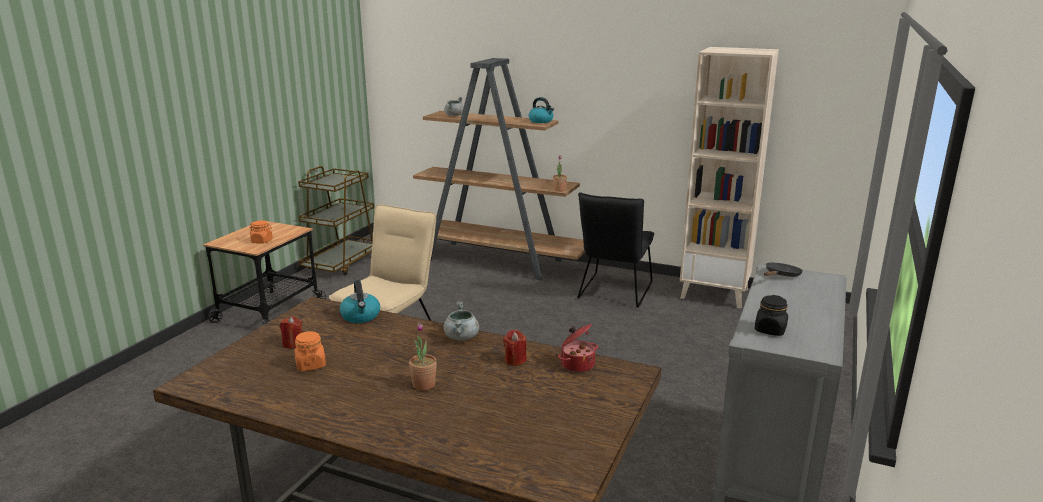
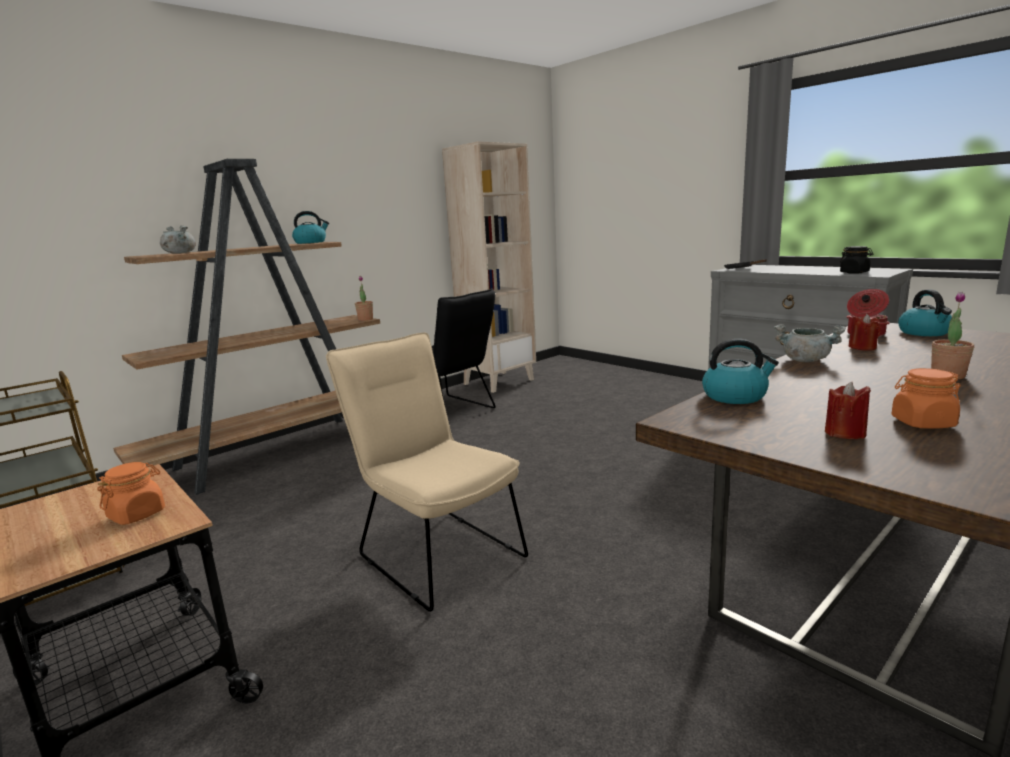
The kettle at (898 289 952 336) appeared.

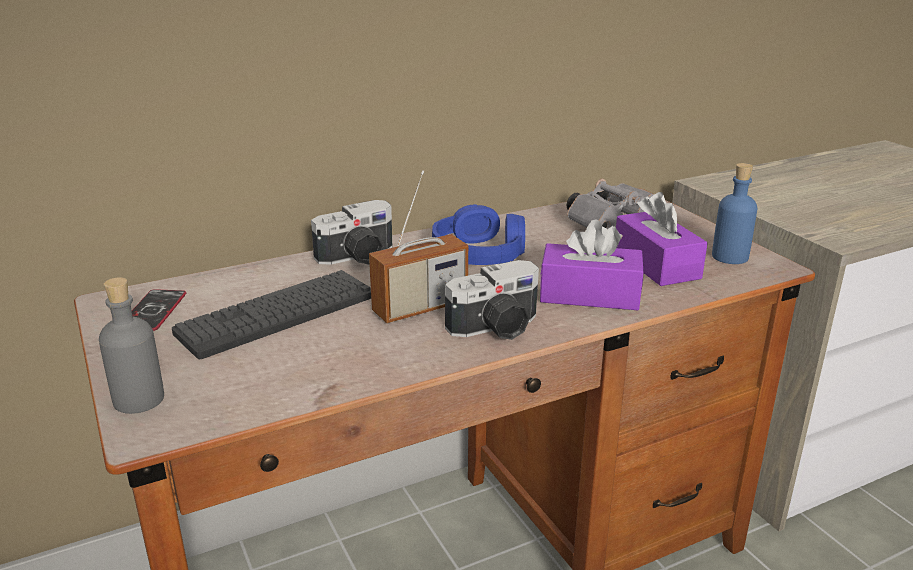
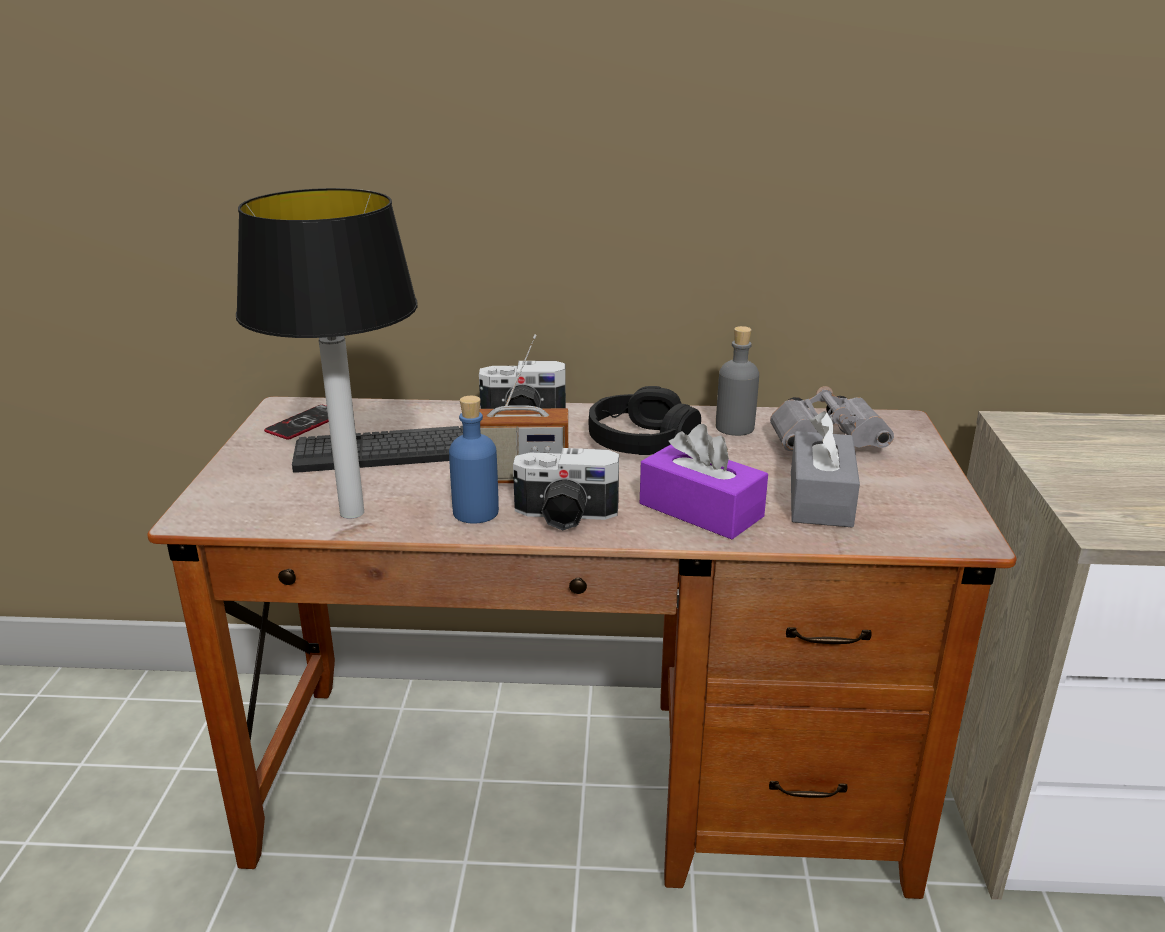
The table lamp at (236 188 418 519) appeared.
The bottle (grey) moved from (99 277 164 414) to (716 326 759 436).
The bottle (blue) moved from (712 163 757 264) to (449 396 499 524).
The headphones (blue) at (432 204 525 265) became the headphones (black) at (588 386 701 455).
The tissue box (purple) at (616 192 708 286) became the tissue box (grey) at (791 411 860 527).

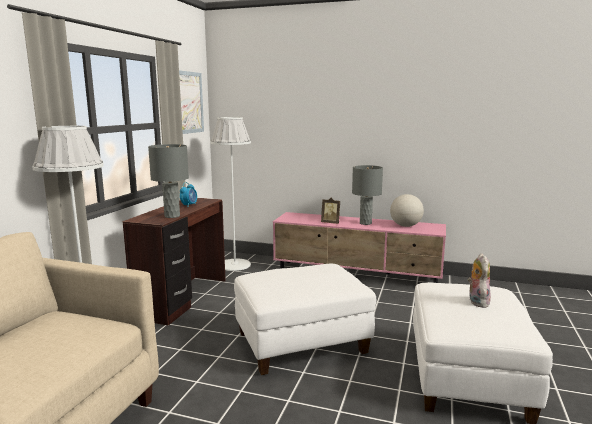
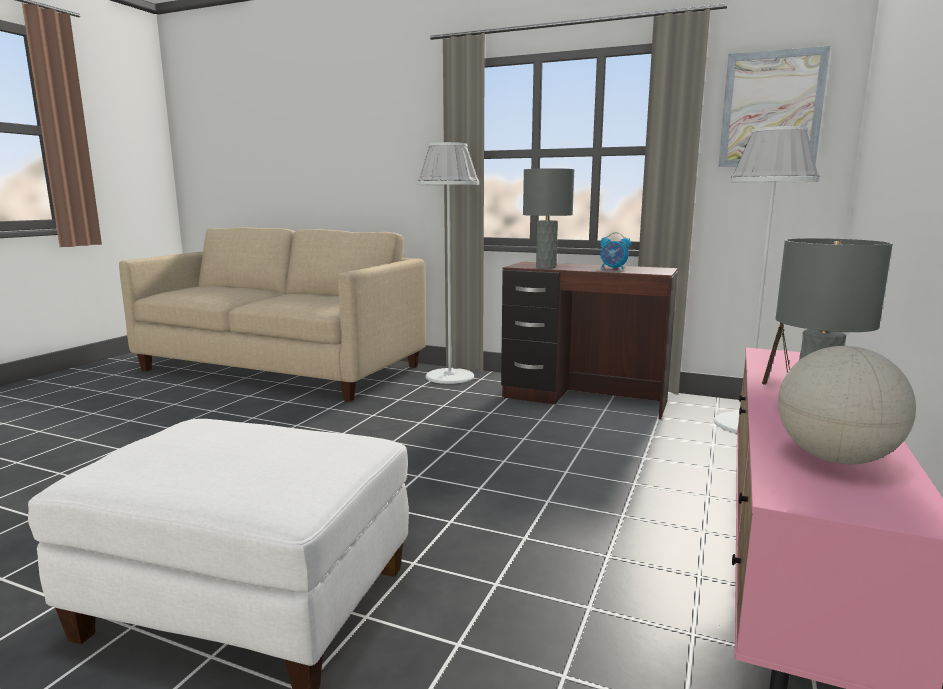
The ottoman (white) at (234 264 376 375) disappeared.
The plush toy at (467 253 491 308) disappeared.

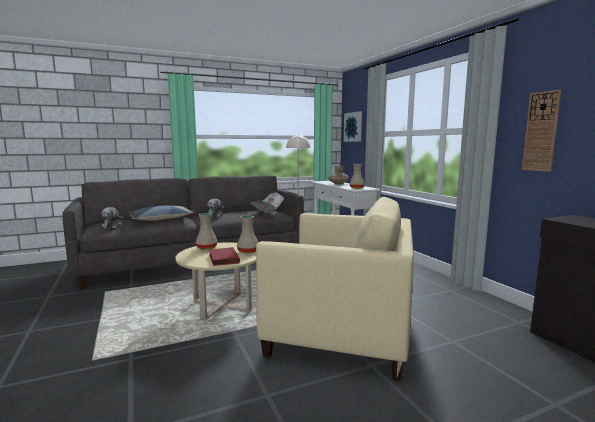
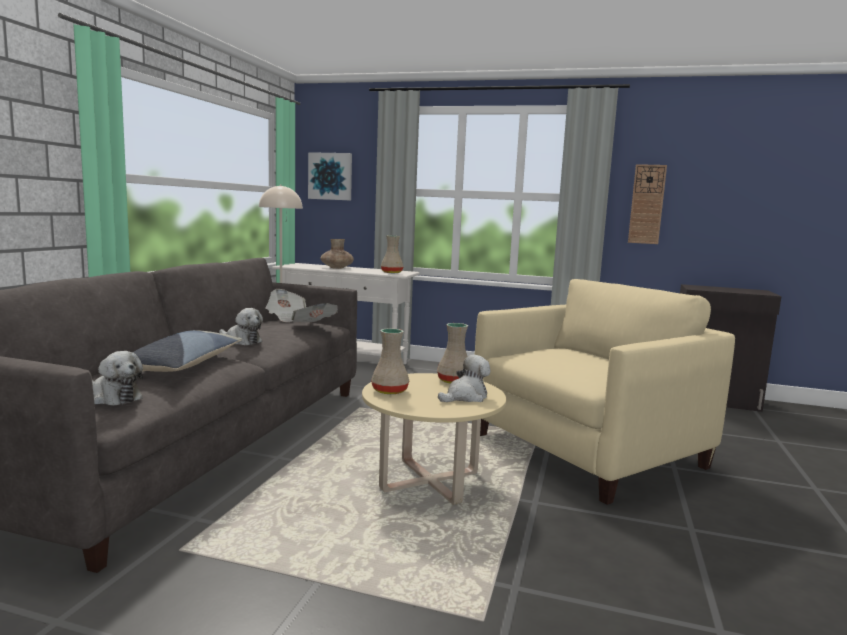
The book (red) at (209 247 240 266) was replaced by the plush toy at (438 355 491 402).

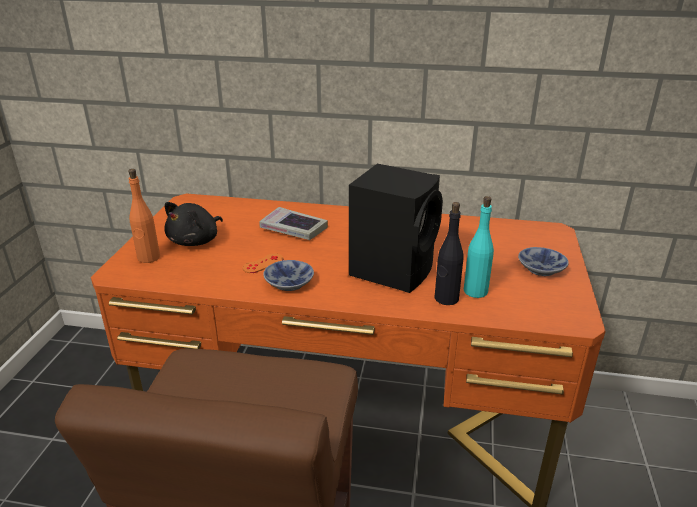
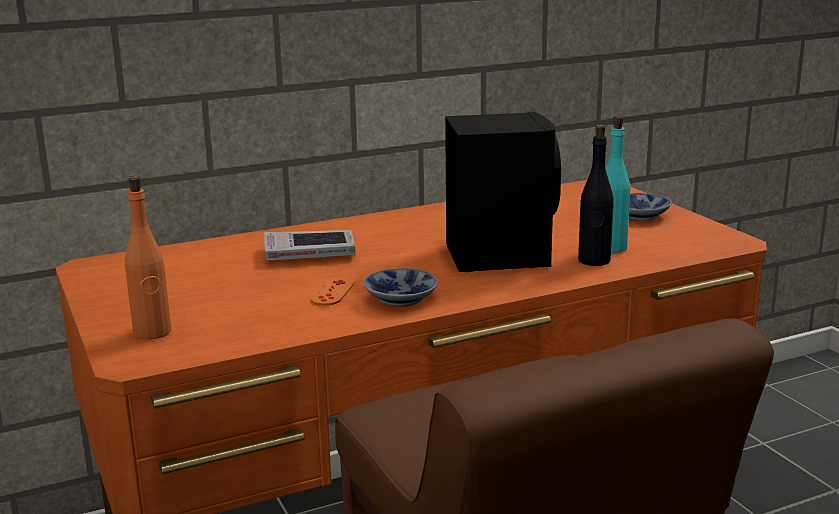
The plush toy (black) at (164 202 223 246) disappeared.

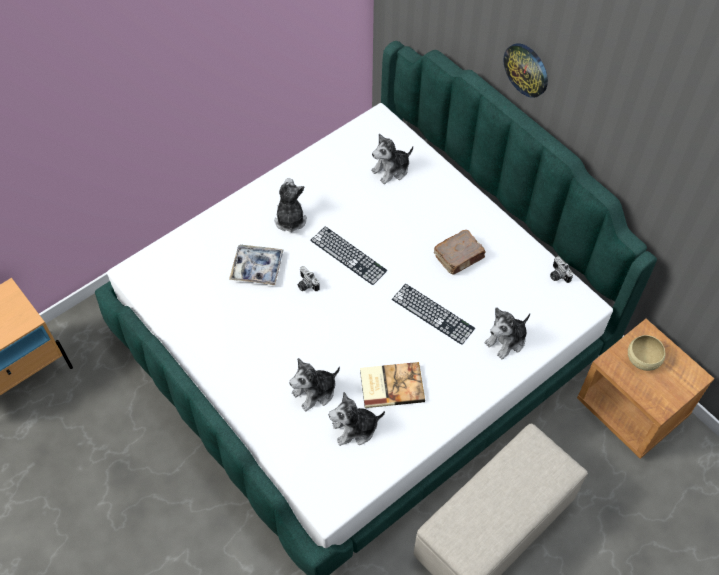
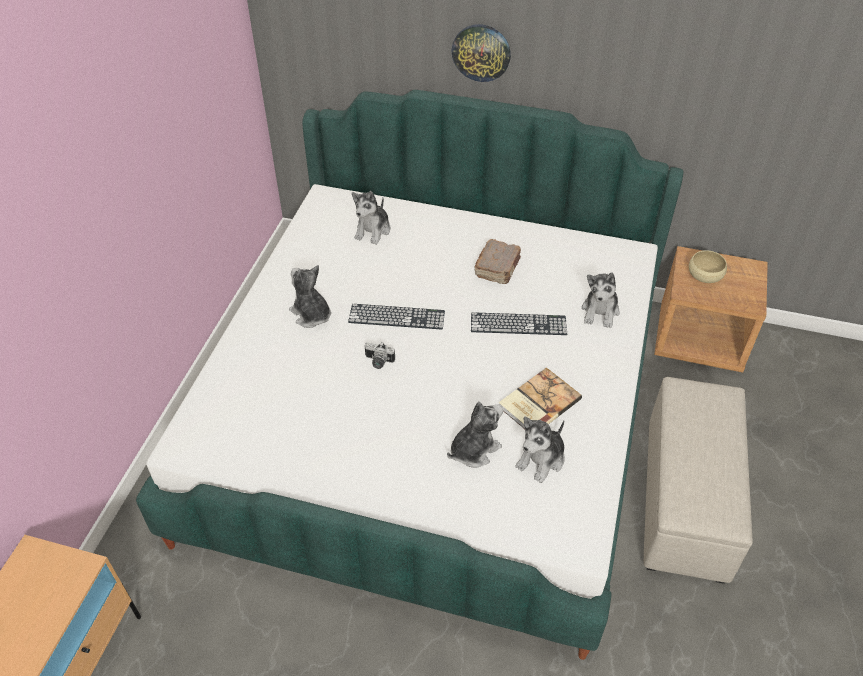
The tray at (229 245 283 286) disappeared.
The photo camera at (550 256 573 283) disappeared.
The plush toy at (289 358 340 411) turned 150 degrees counterclockwise.

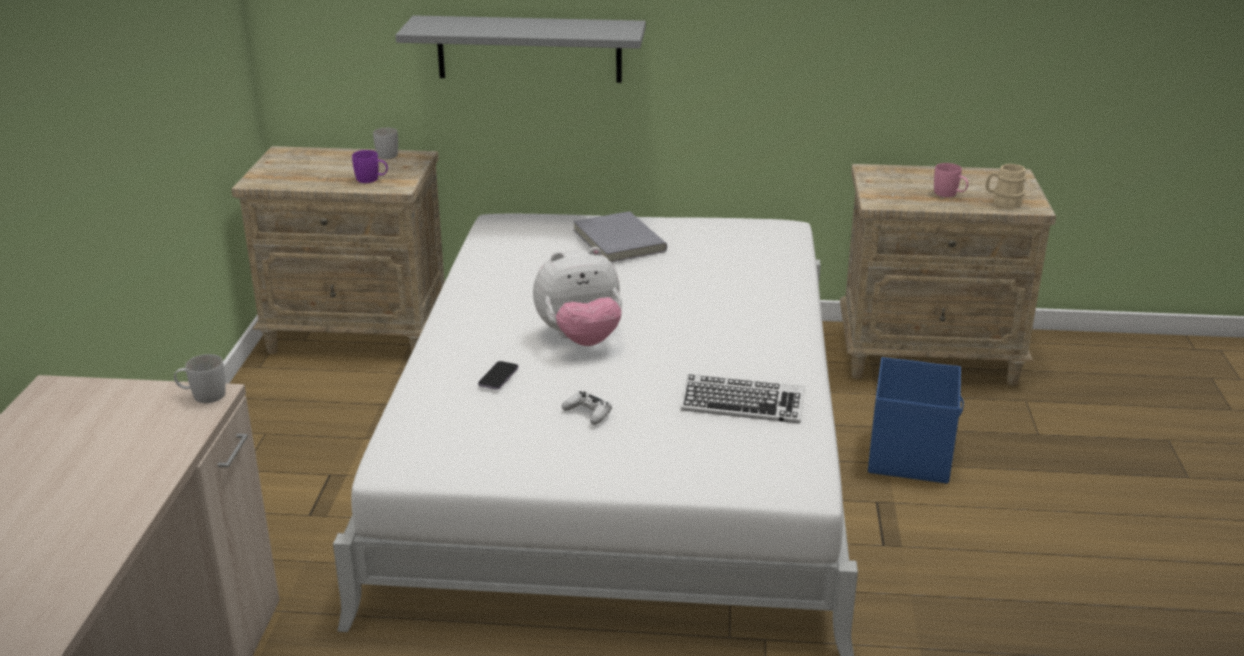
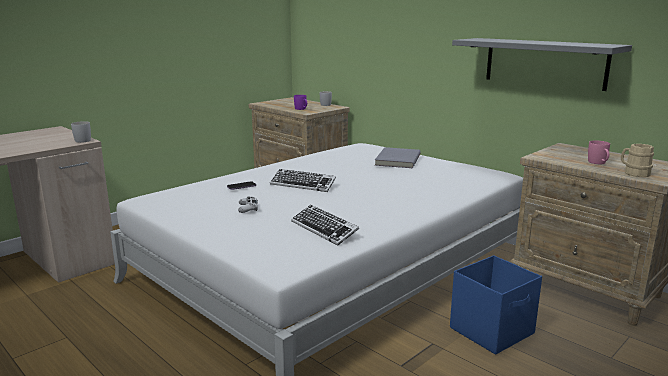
The shelf (grey) moved from (395 15 646 83) to (452 38 632 91).
The plush toy at (533 247 622 346) was replaced by the keyboard at (270 169 336 192).

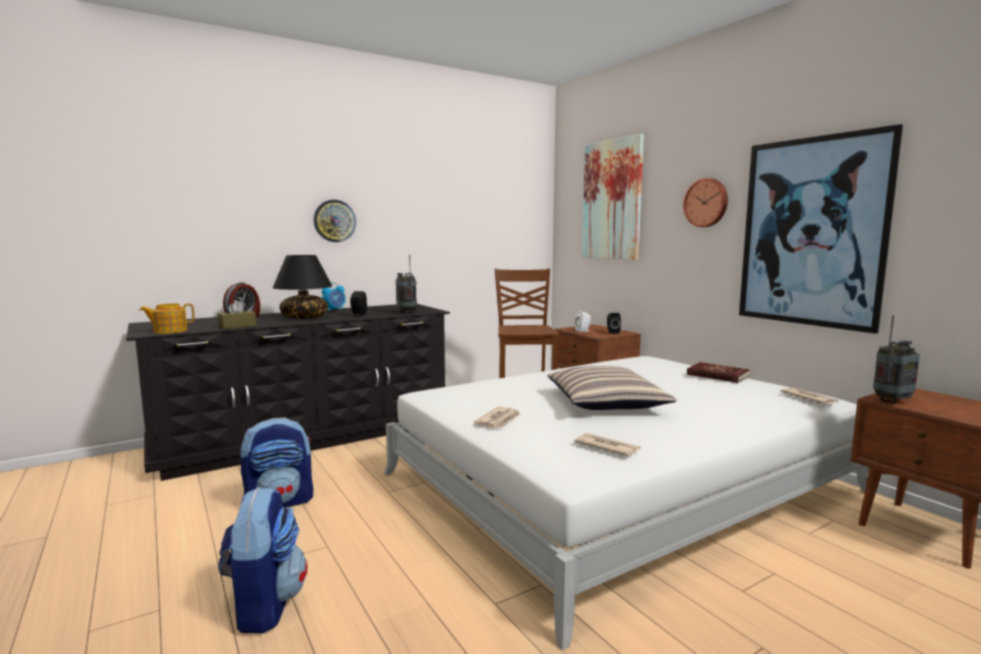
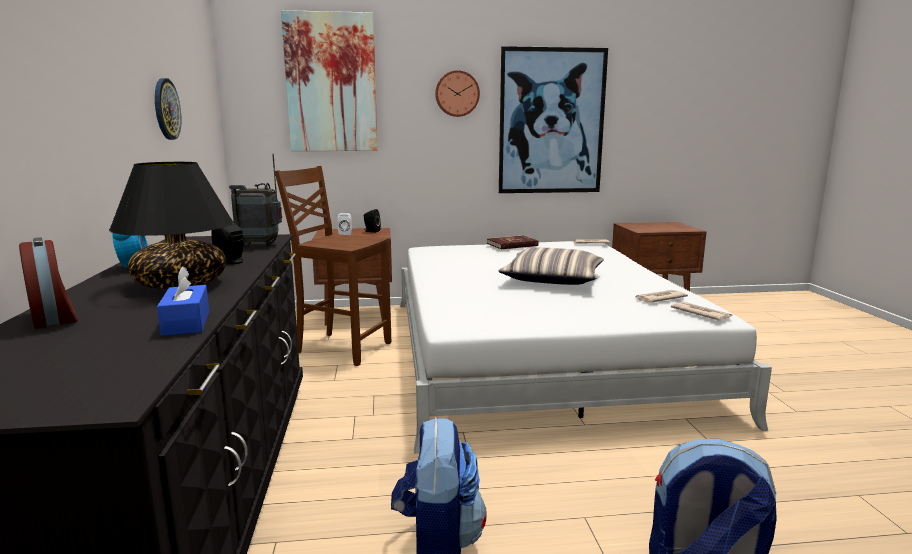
The teapot at (140 303 194 334) disappeared.
The radio at (873 315 920 403) disappeared.
The wall clock moved from (314 200 356 242) to (155 78 181 140).
The newspaper moved from (474 407 521 428) to (671 302 732 320).
The tissue box (brown) at (218 300 256 329) became the tissue box (blue) at (157 266 209 336).

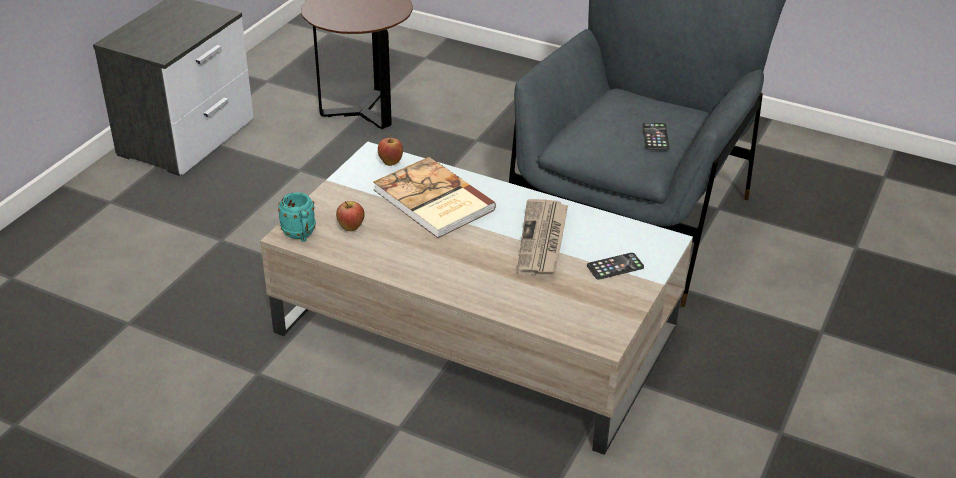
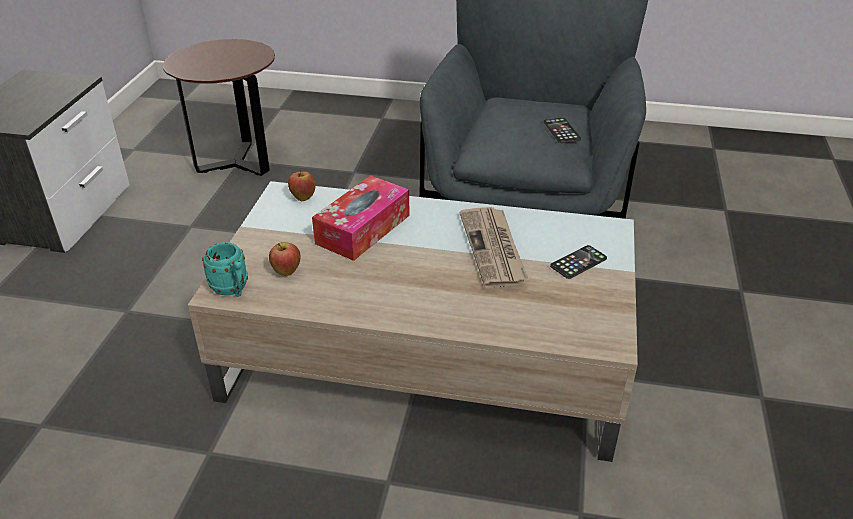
The book at (373 157 496 238) was replaced by the tissue box at (312 175 410 261).

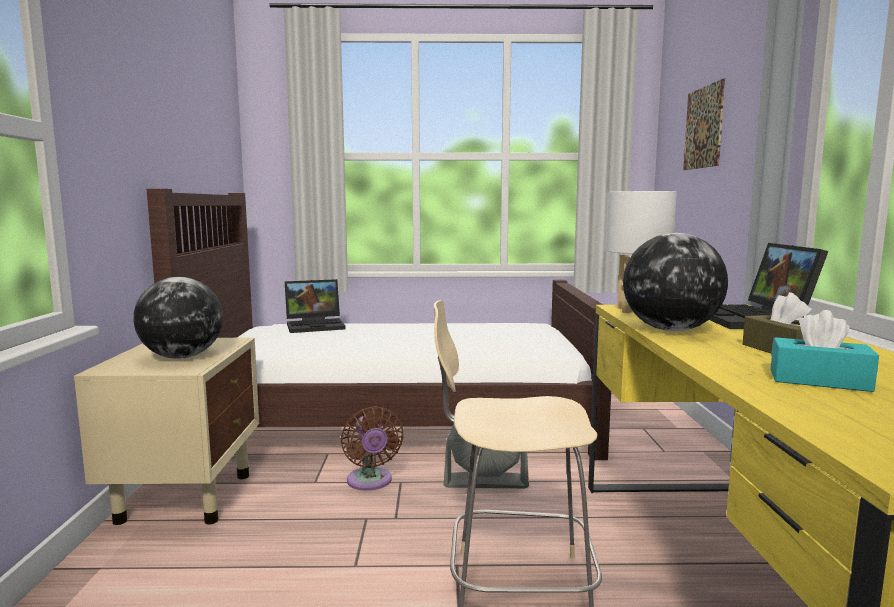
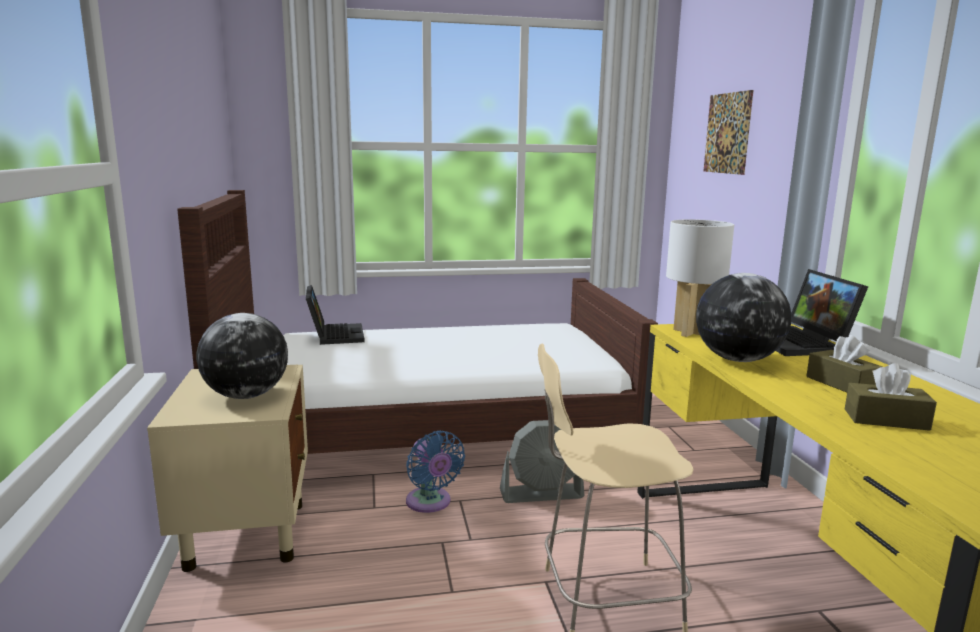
The fan (brown) at (341 406 404 491) became the fan (blue) at (406 431 465 513).
The tissue box (turquoise) at (771 310 879 392) became the tissue box (brown) at (845 363 937 431).
The laptop at (285 279 346 333) turned 75 degrees counterclockwise.

